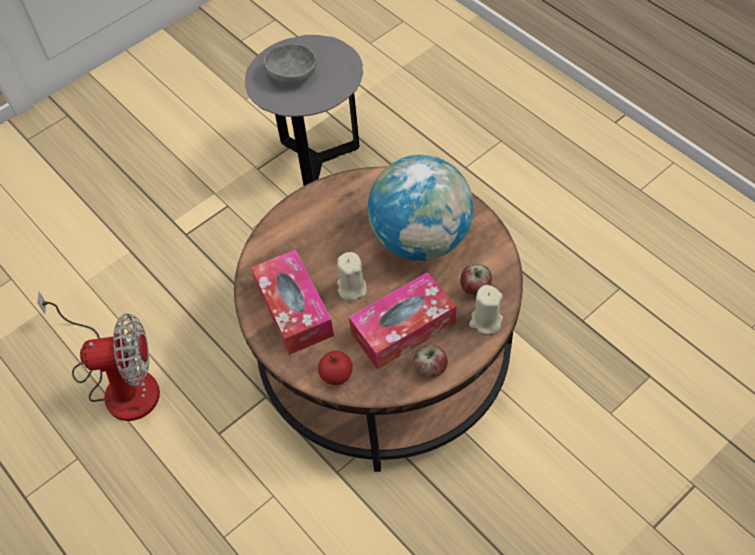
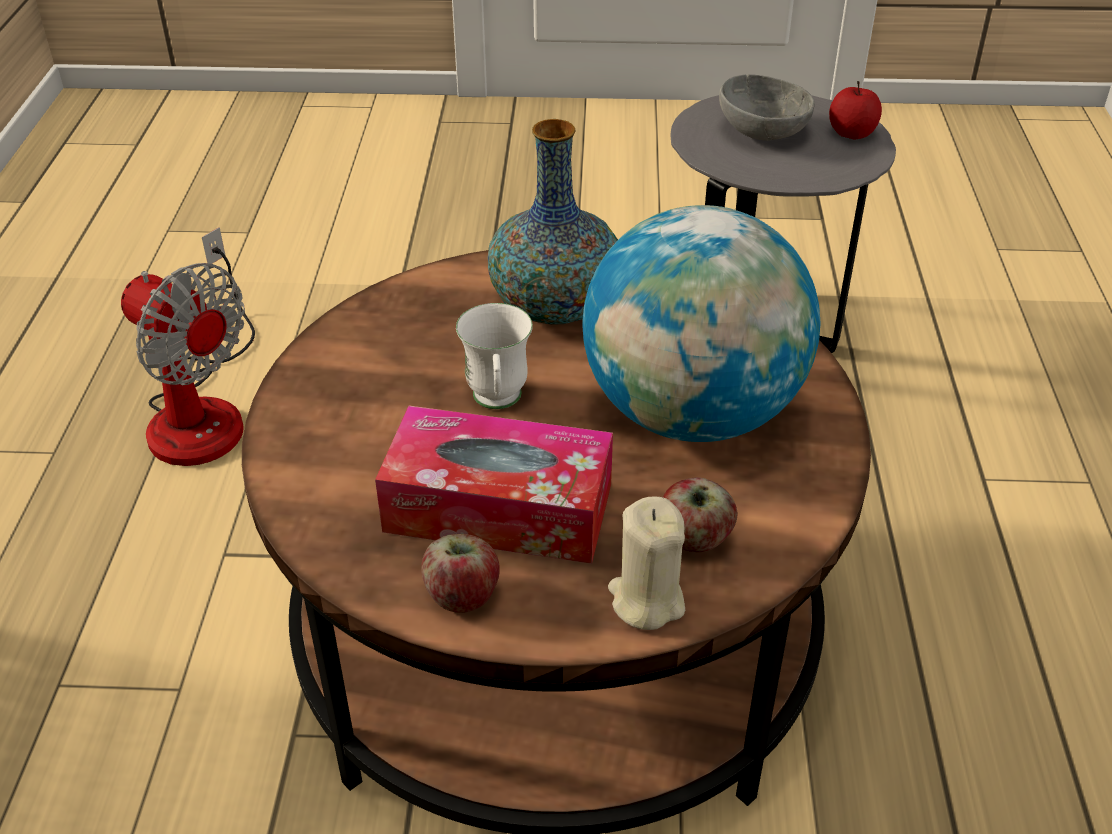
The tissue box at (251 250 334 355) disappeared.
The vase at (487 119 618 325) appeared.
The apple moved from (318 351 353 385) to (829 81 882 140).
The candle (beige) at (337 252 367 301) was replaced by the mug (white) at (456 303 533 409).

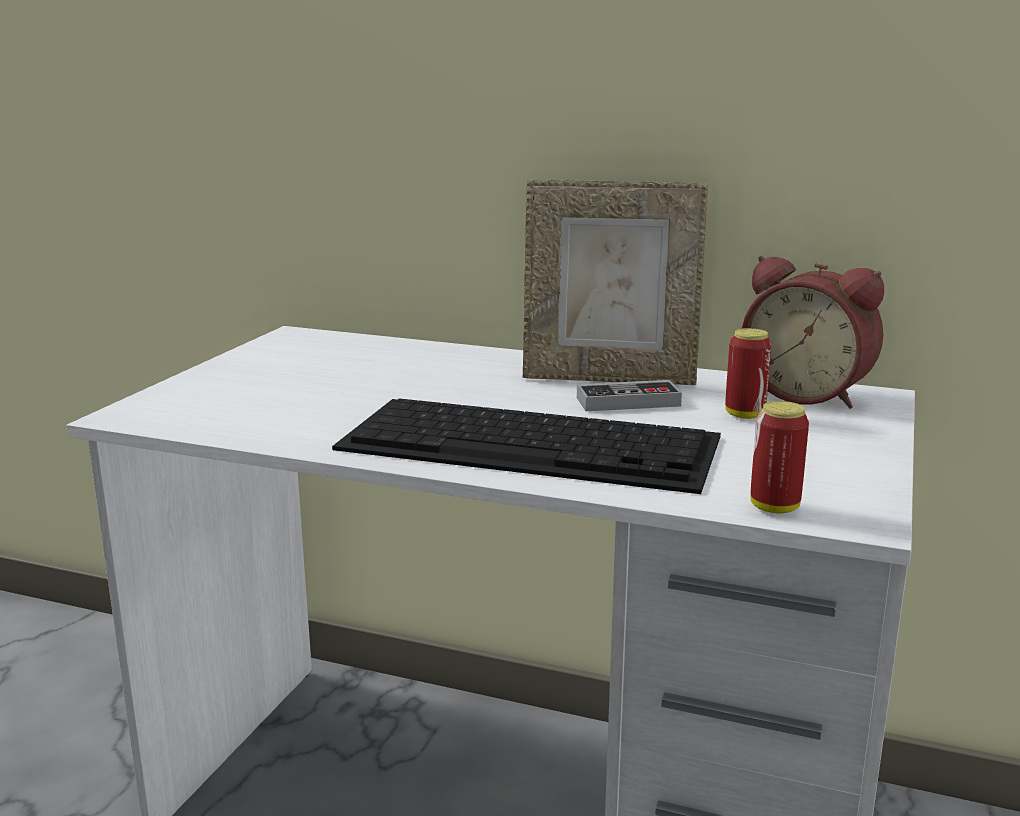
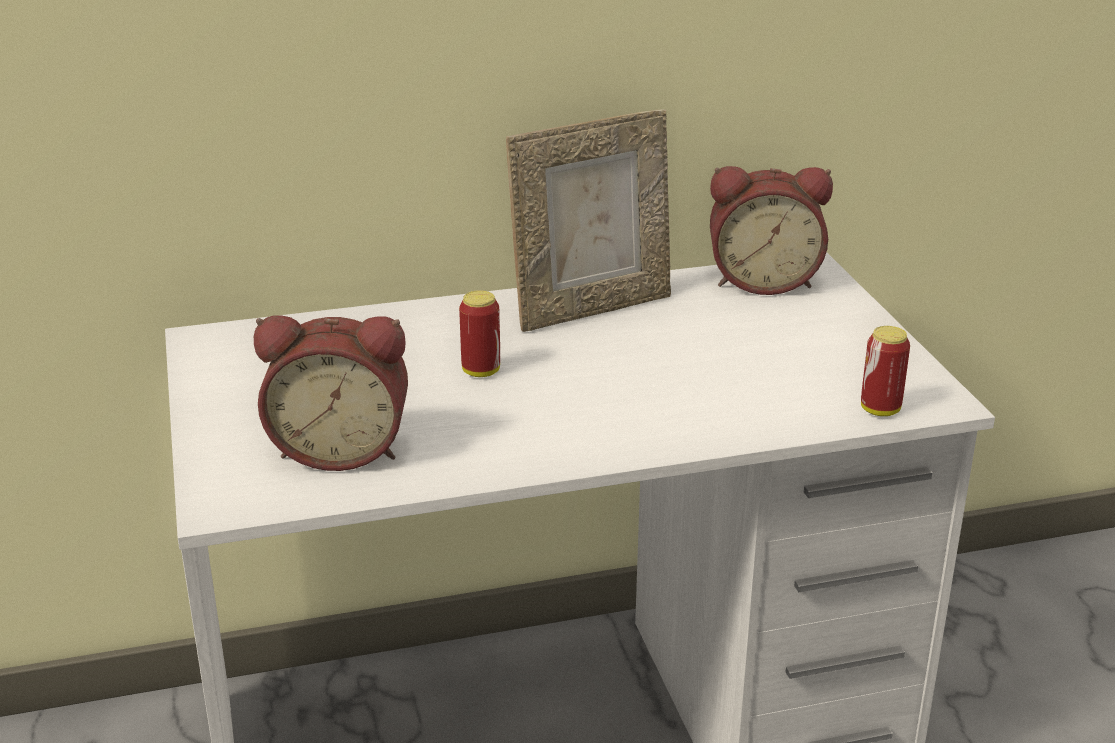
The keyboard at (332 398 721 494) disappeared.
The game controller at (577 380 682 411) disappeared.
The alarm clock at (254 315 408 471) appeared.
The can moved from (725 328 772 419) to (459 290 500 377).

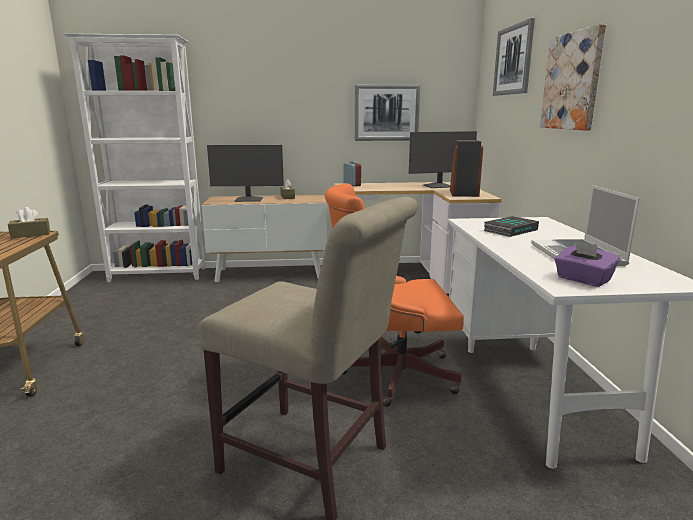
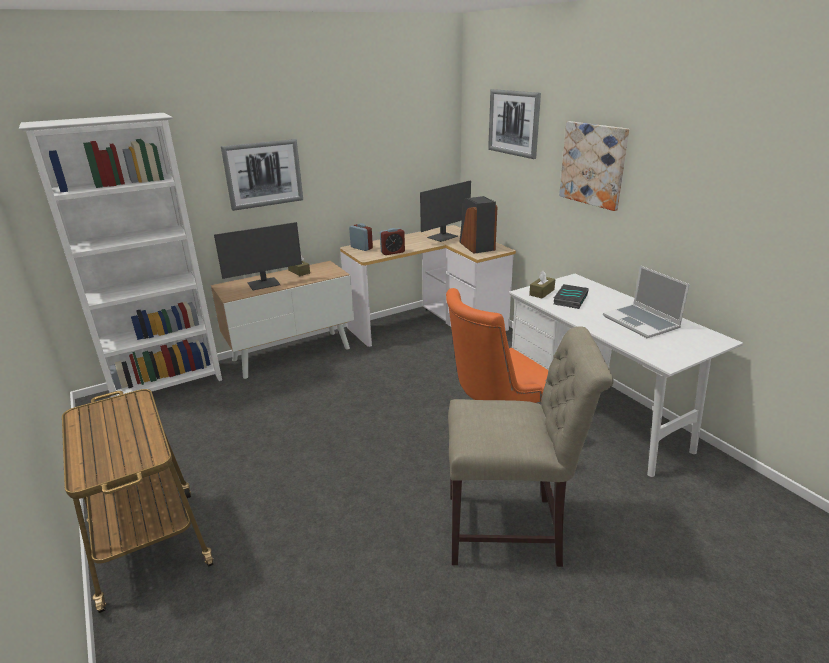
The tissue box (purple) at (555 240 620 287) disappeared.
The alarm clock at (380 228 405 255) appeared.
The tissue box (brown) moved from (8 207 50 238) to (529 271 555 299).
The picture moved from (355 85 420 141) to (221 139 303 211).

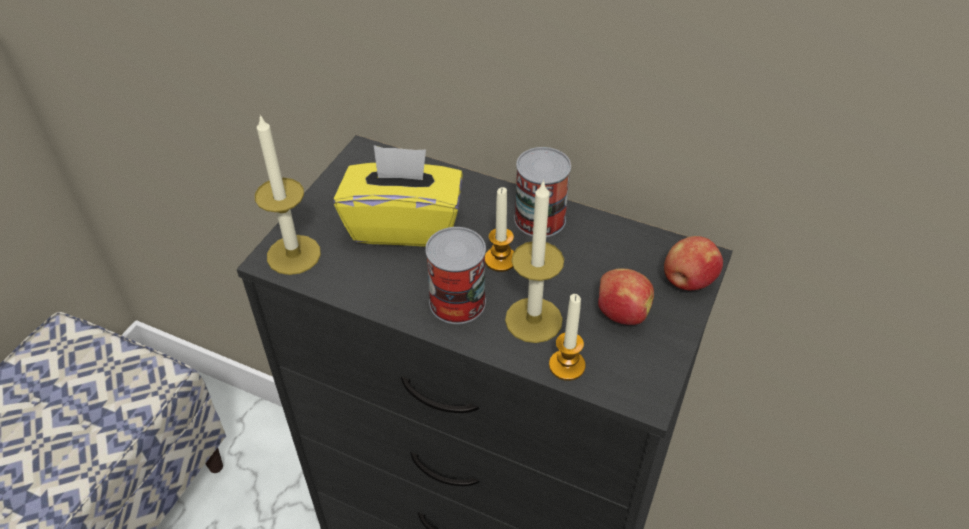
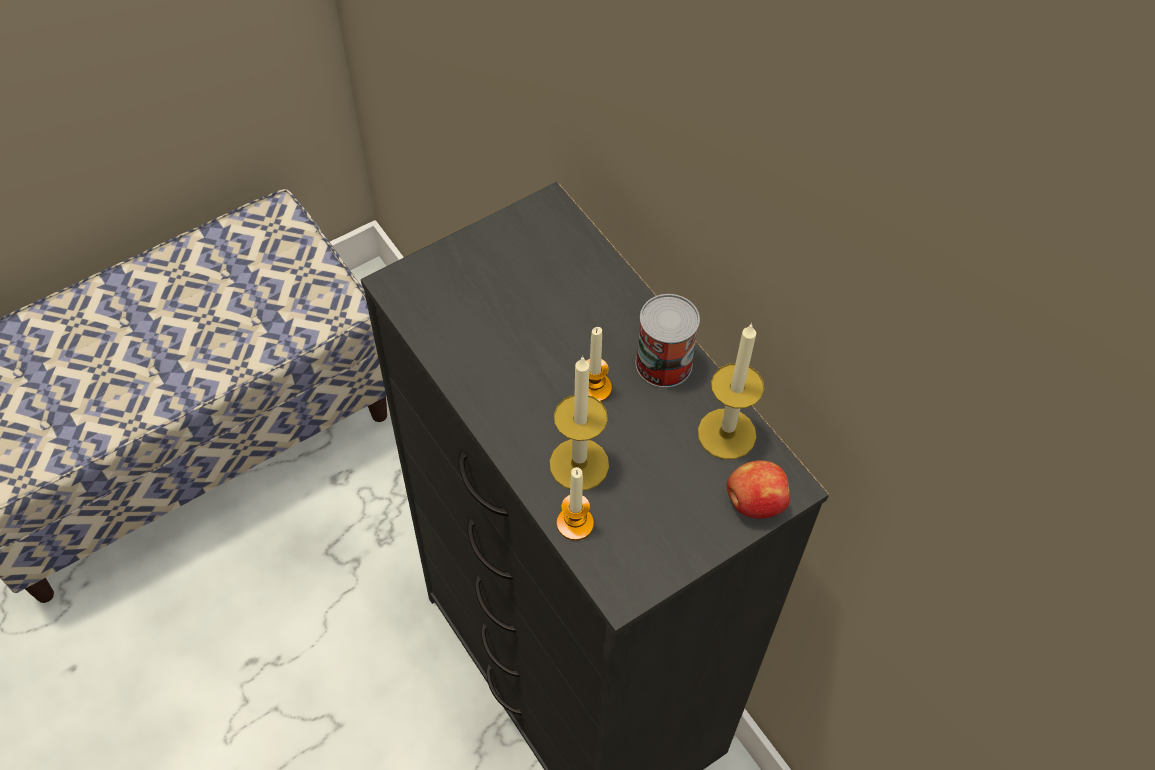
The tissue box (yellow) at (334 145 463 247) disappeared.
The can at (425 227 486 324) disappeared.
The apple at (598 269 654 325) disappeared.
The candle moved from (255 115 321 275) to (698 323 764 459).

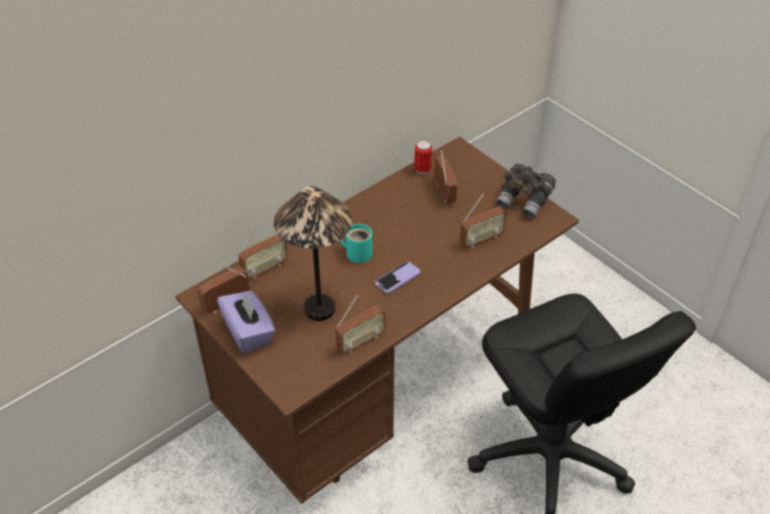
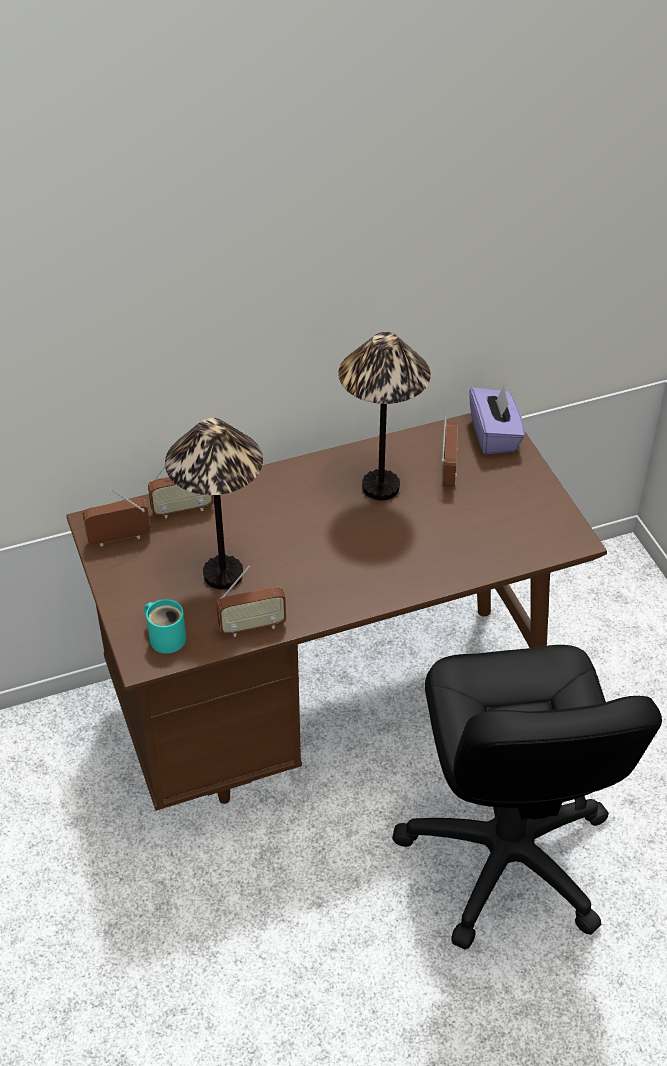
The phone at (375 262 421 293) disappeared.
The can at (414 140 432 174) disappeared.
The radio at (460 193 507 248) disappeared.
The binoculars (grey) at (496 164 556 218) disappeared.
The table lamp at (338 332 431 500) appeared.
The tissue box (purple) moved from (217 291 275 353) to (469 386 525 455).
The mug (turquoise) moved from (339 224 373 263) to (144 599 186 654).

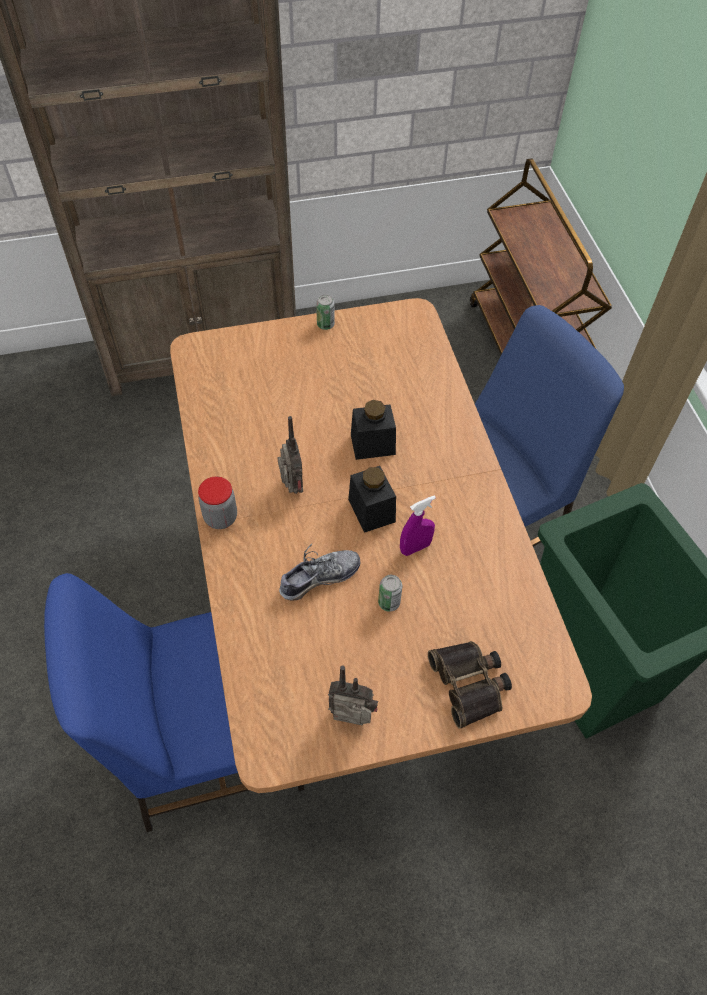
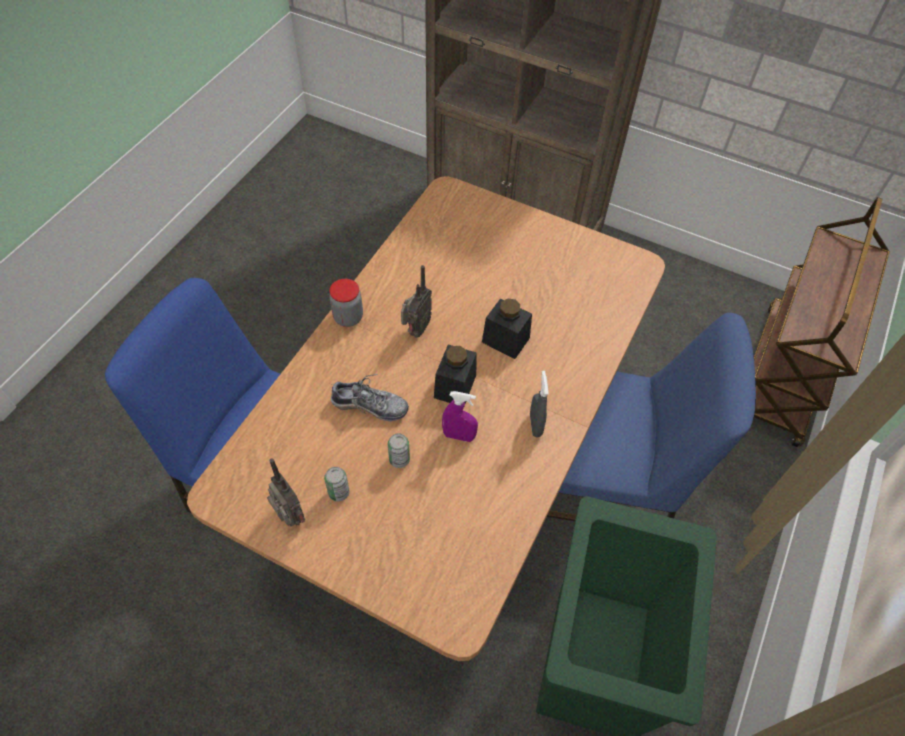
The binoculars at (428 641 512 729) disappeared.
The spray bottle (grey) at (530 371 549 438) appeared.
The can moved from (316 295 335 330) to (324 467 350 502).

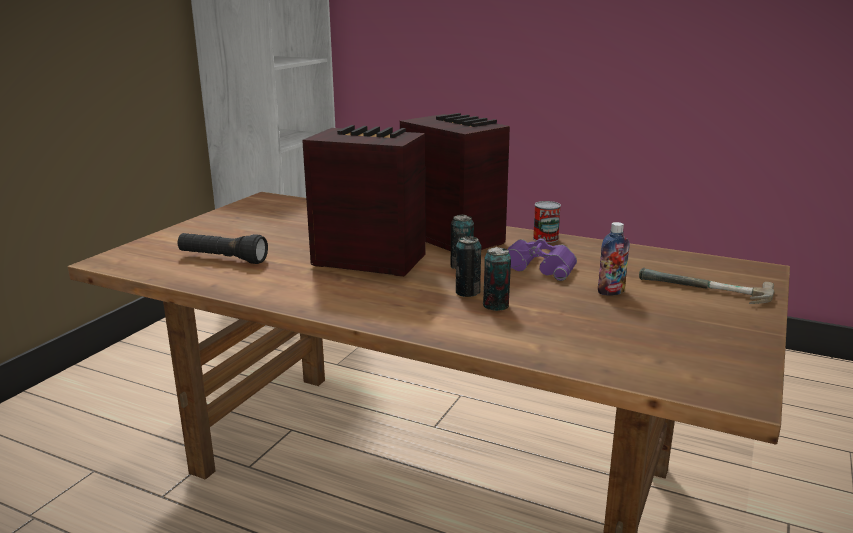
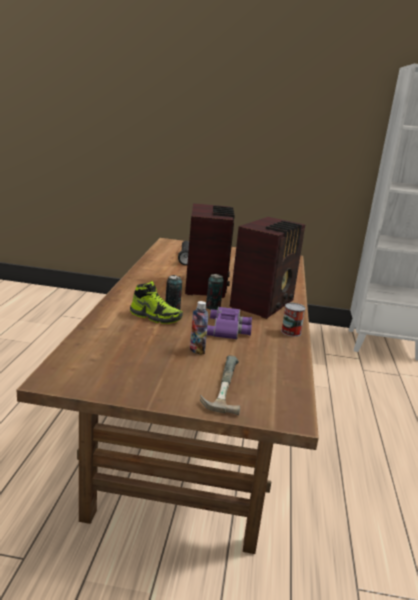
The can at (483 247 511 311) was replaced by the shoe at (130 281 183 324).

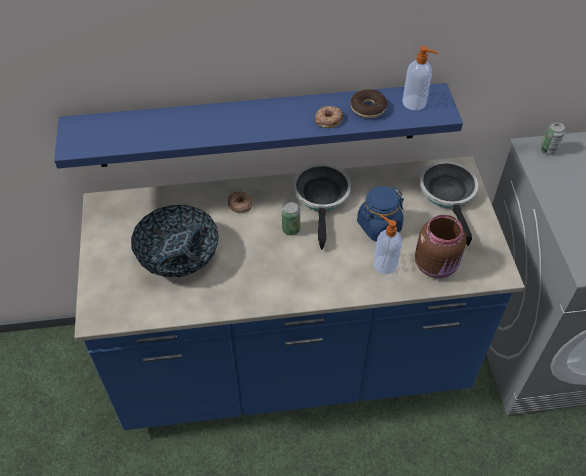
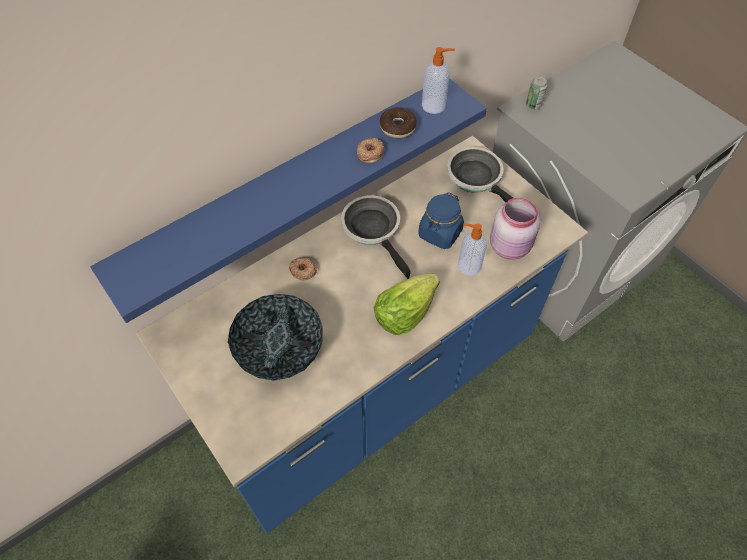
The can at (282 202 300 236) disappeared.
The lettuce at (374 274 440 335) appeared.
The jar (brown) at (415 215 466 278) became the jar (pink) at (490 198 540 259).

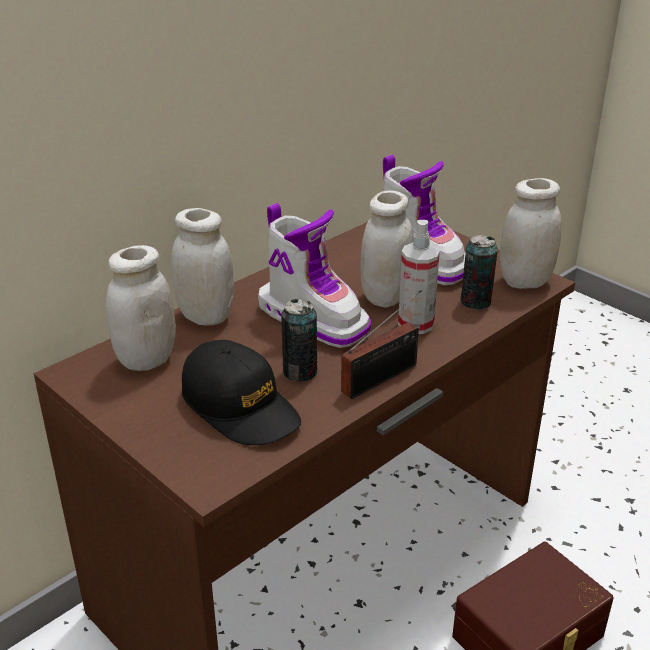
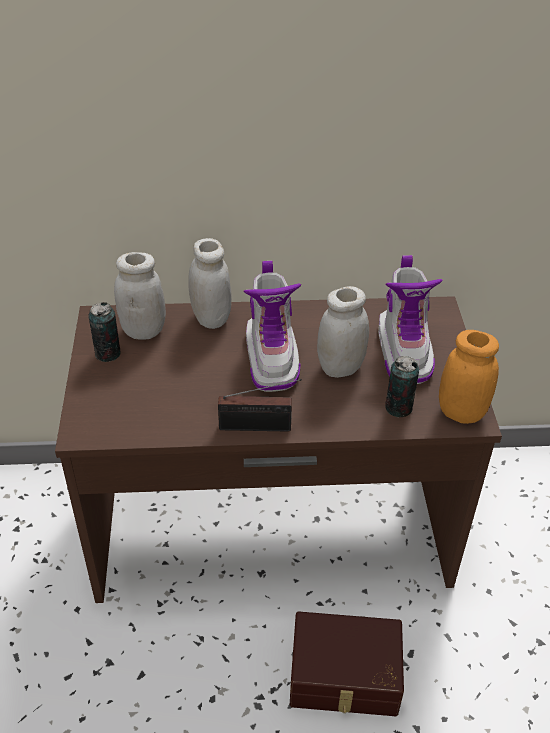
The cap (black) at (182 340 301 445) disappeared.
The spray bottle at (398 220 440 334) disappeared.
The can moved from (281 299 317 382) to (88 302 121 362).
The jar (white) at (500 178 562 289) became the jar (orange) at (439 330 499 424).

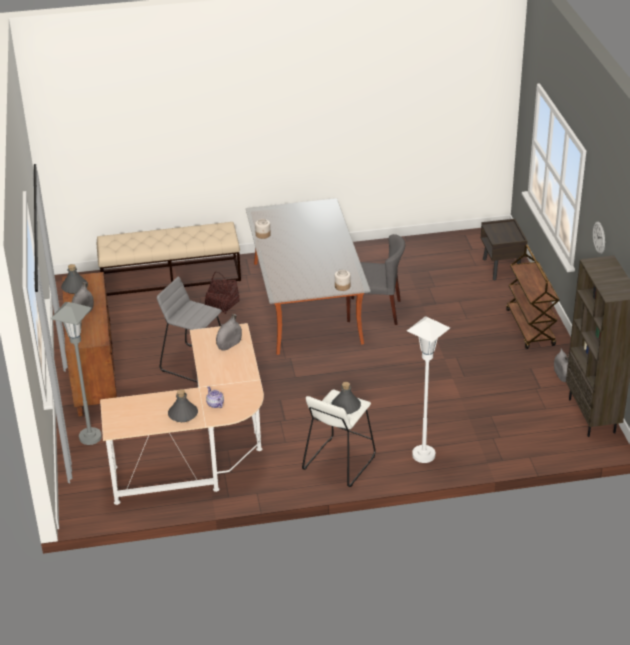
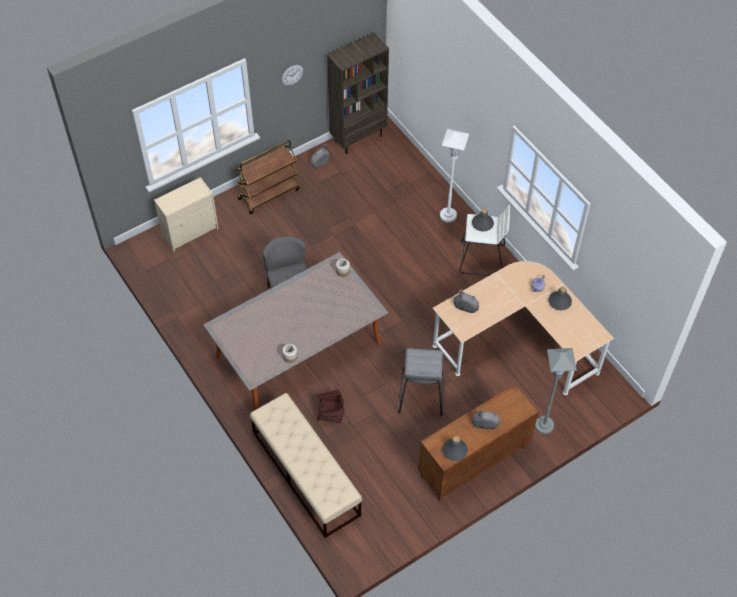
The nightstand (brown) at (481 219 527 280) was replaced by the dresser (beige) at (154 177 219 252).

